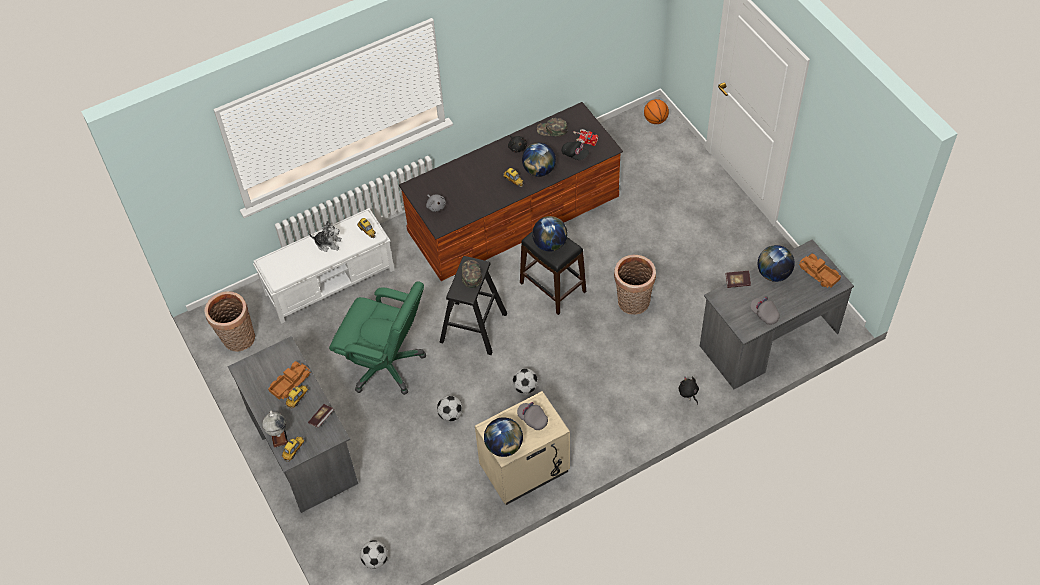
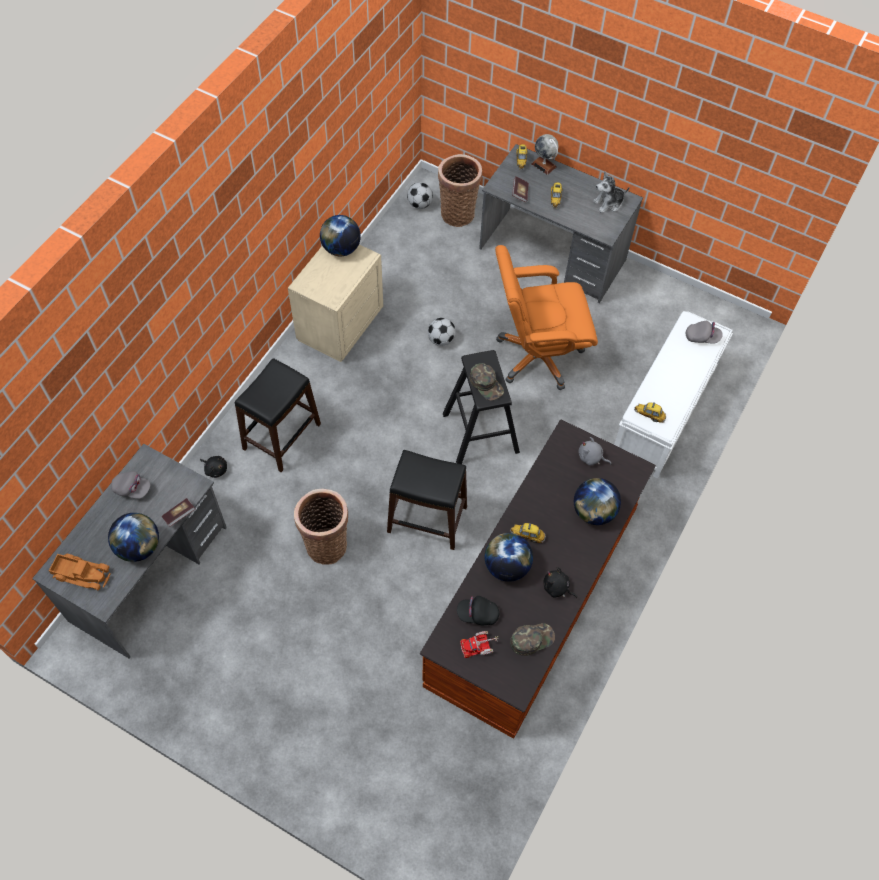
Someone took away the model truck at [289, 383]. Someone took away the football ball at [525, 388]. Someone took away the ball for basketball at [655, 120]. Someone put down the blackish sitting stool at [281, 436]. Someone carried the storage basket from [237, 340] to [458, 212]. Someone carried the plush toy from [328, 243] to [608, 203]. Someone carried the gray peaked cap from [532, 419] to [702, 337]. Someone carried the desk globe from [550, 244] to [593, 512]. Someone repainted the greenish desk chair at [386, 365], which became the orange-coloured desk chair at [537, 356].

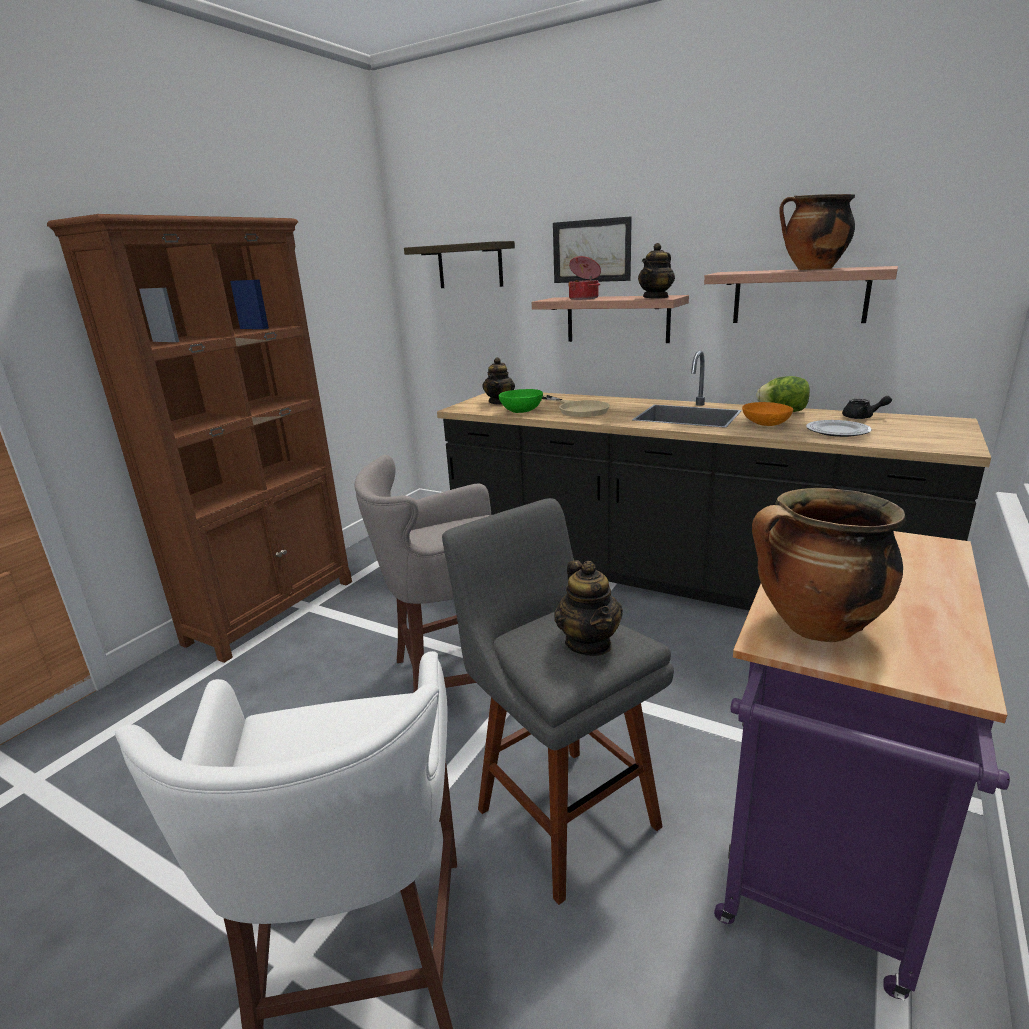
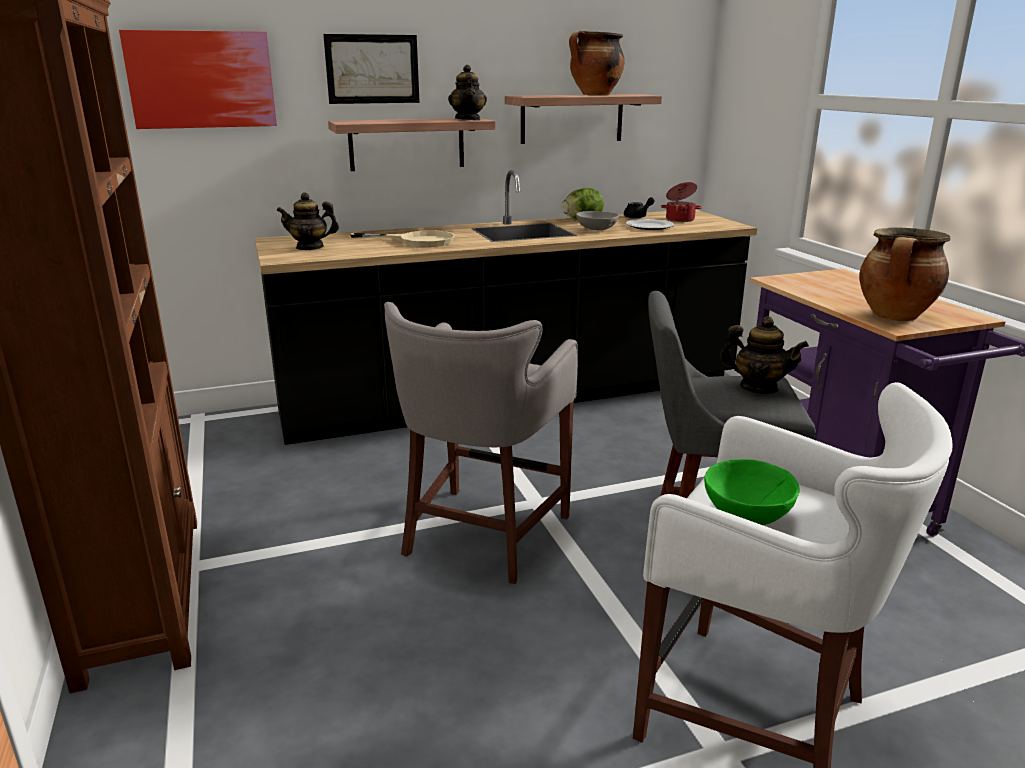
Someone carried the greenish deep dish from [522, 411] to [747, 515]. Someone carried the cooking pot from [584, 298] to [680, 219]. Someone swapped the bracket shelf at [470, 266] for the picture at [201, 80]. Someone repainted the orange-coloured deep dish at [766, 424], which became the gray deep dish at [596, 229]. Someone rotated the teapot at [500, 402] by 120 degrees clockwise.

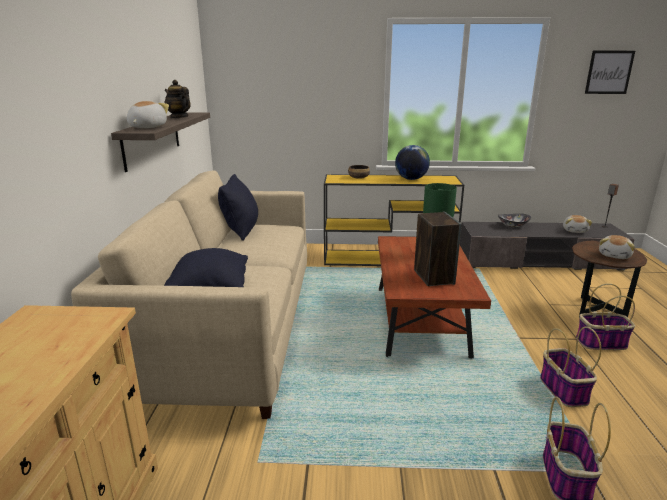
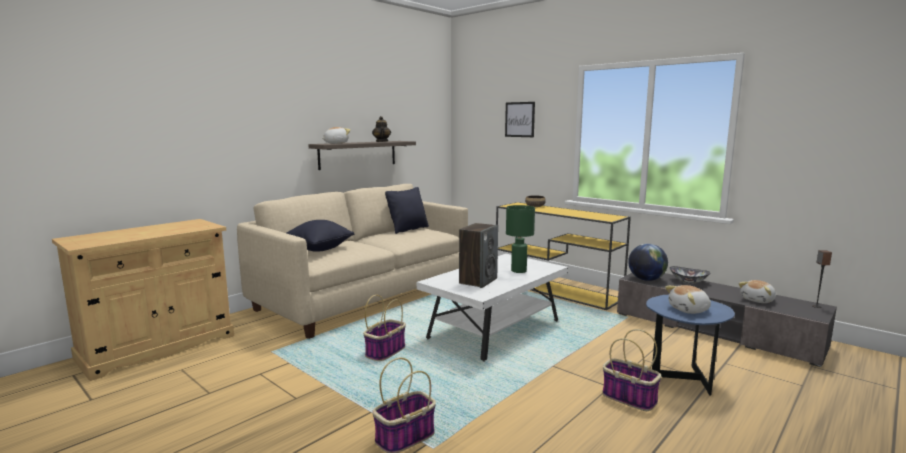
Someone carried the desk globe from [411, 179] to [646, 279]. Someone carried the storage basket from [562, 389] to [385, 351]. Someone carried the picture from [609, 72] to [519, 119]. Someone repainted the brownish lounge table at [420, 321], which became the whitish lounge table at [495, 330]. Someone repainted the brownish end table at [595, 311], which became the bluish end table at [682, 379].

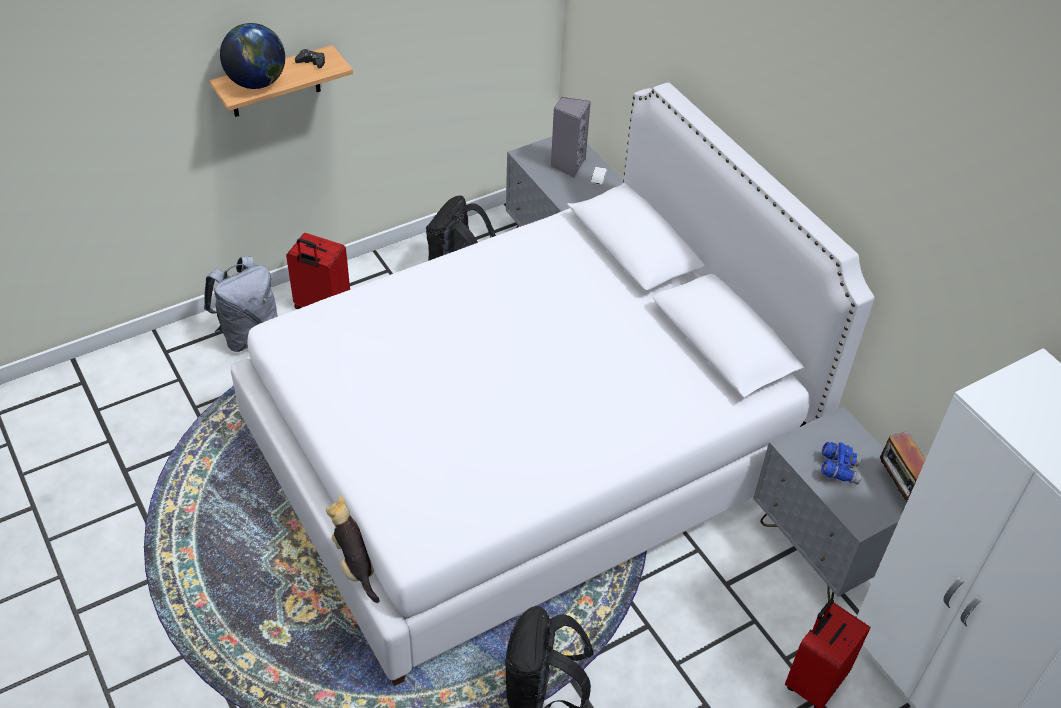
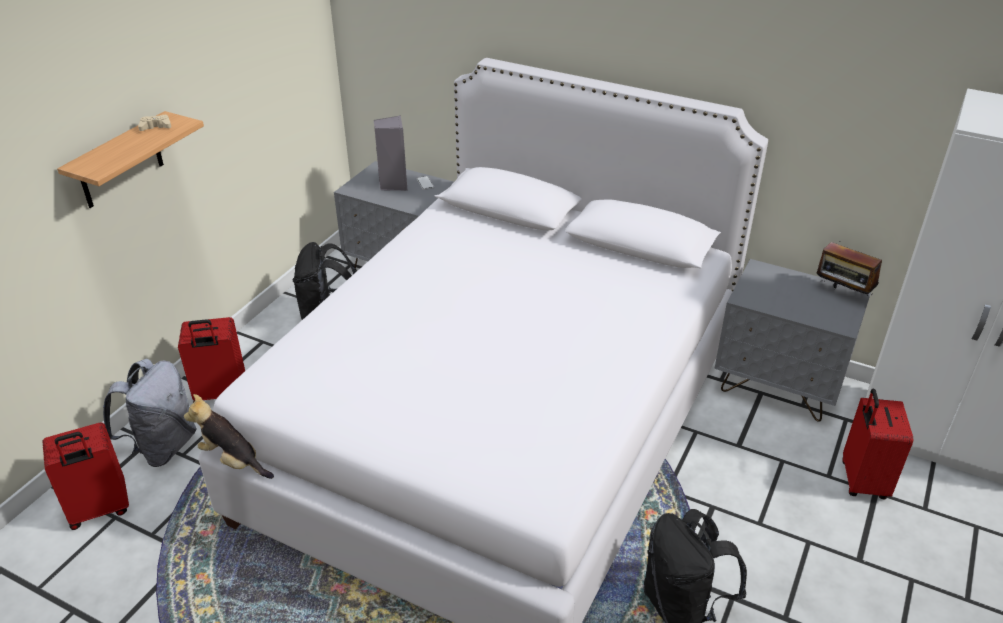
Someone took away the desk globe at [257, 83]. Someone took away the bluish binoculars at [838, 469]. Someone put down the reddish travel case at [99, 510]. Someone carried the plush toy from [356, 565] to [233, 460]. Someone repainted the blackish game controller at [311, 62], which became the beige-coloured game controller at [156, 127].

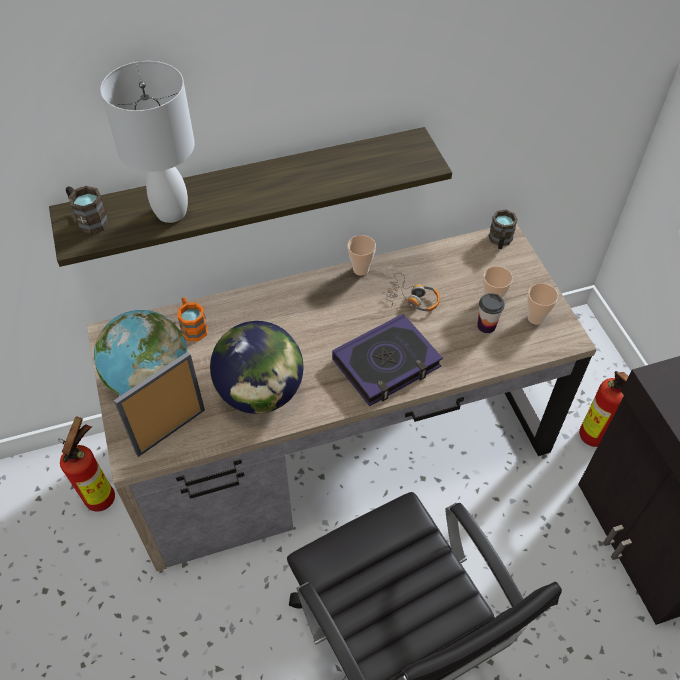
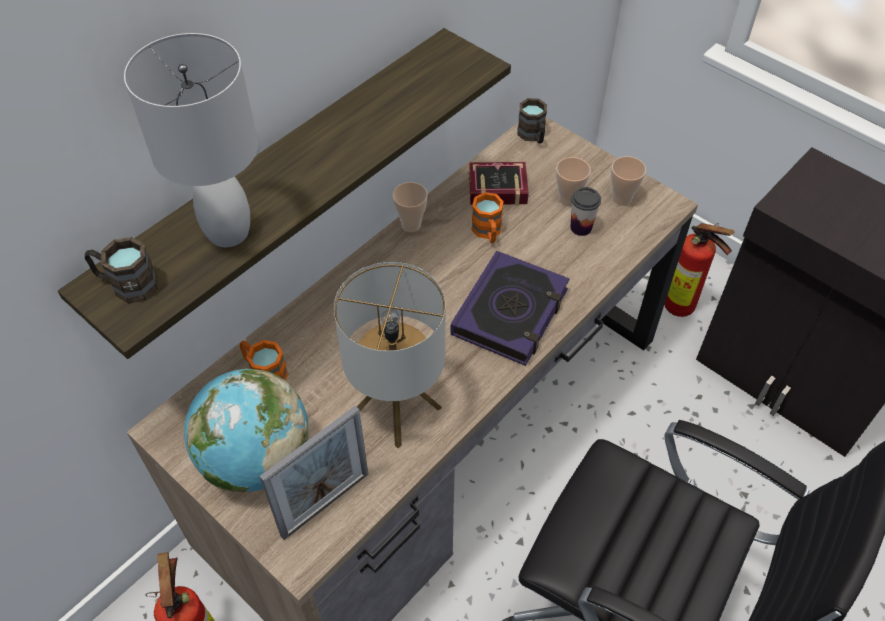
Someone put down the volume at [494, 187]. Someone swapped the desk globe at [260, 393] for the lamp for a table at [398, 409]. Someone swapped the headphones at [412, 299] for the orange-coloured mug at [488, 232]. Someone rotated the picture frame at [171, 431] by 150 degrees counterclockwise.

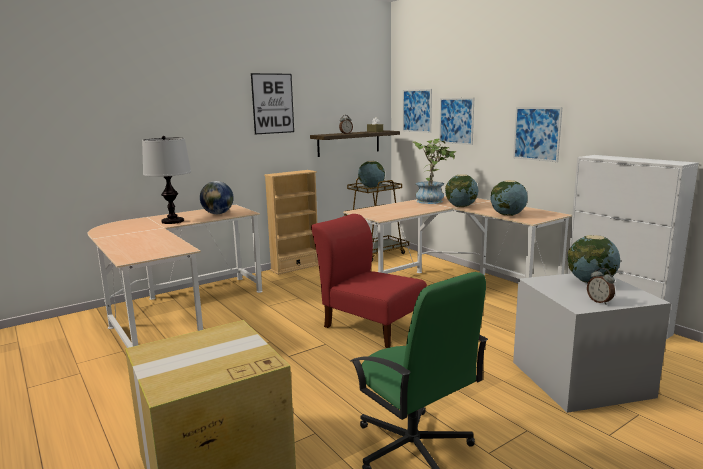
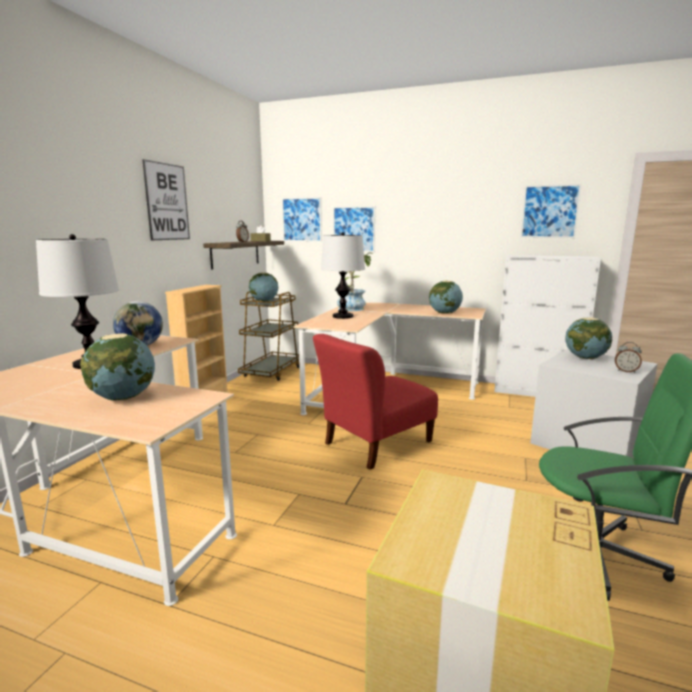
Someone put down the lamp for a table at [343, 316]. Someone carried the desk globe from [461, 206] to [123, 398]. Someone carried the picture from [536, 133] to [549, 211]. Someone rotated the reddish plain chair at [370, 326] by 45 degrees counterclockwise.

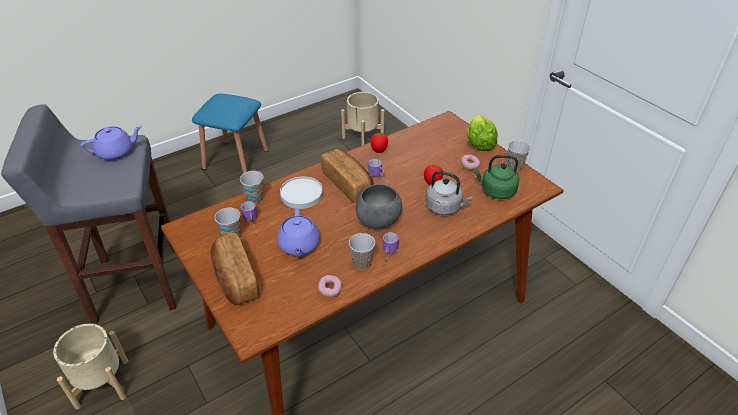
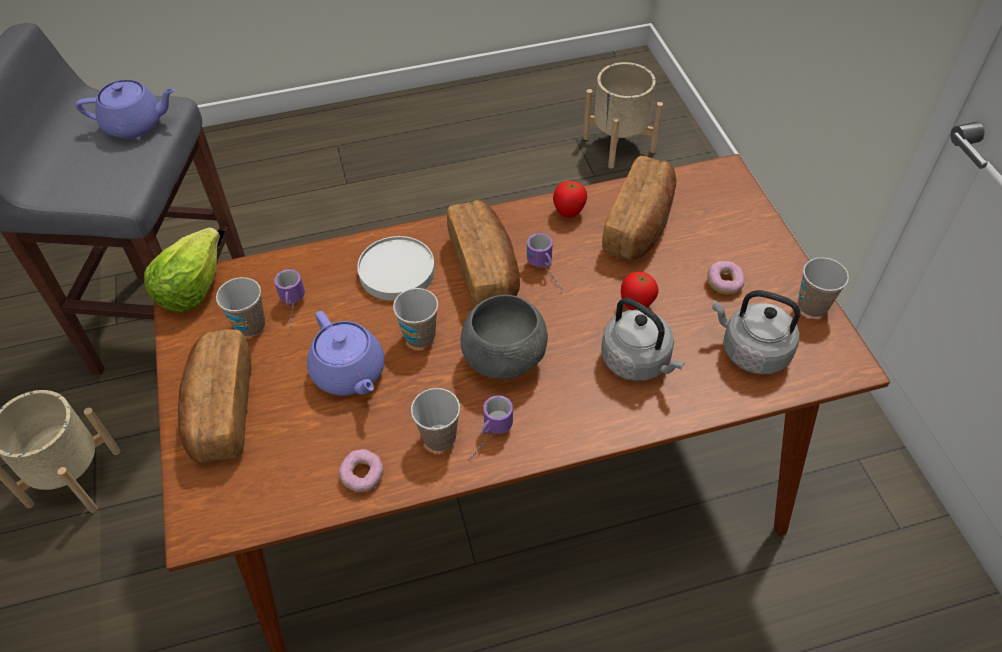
Someone took away the bluish sitting stool at [236, 159]. Someone put down the baked bread at [640, 225]. Someone carried the drinking cup from [255, 198] to [420, 337]. Someone carried the lettuce from [479, 142] to [191, 286]. Someone repainted the greenish kettle at [496, 191], which became the gray kettle at [751, 351]. Someone rotated the purple teapot at [299, 246] by 45 degrees counterclockwise.

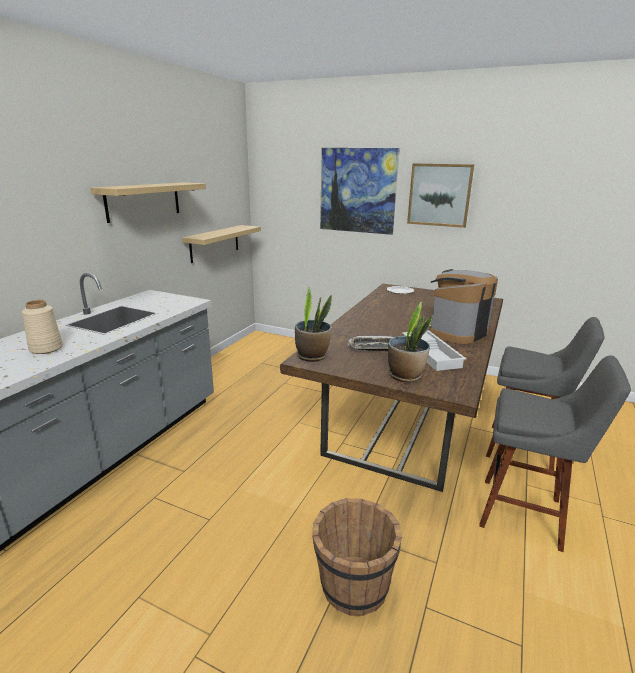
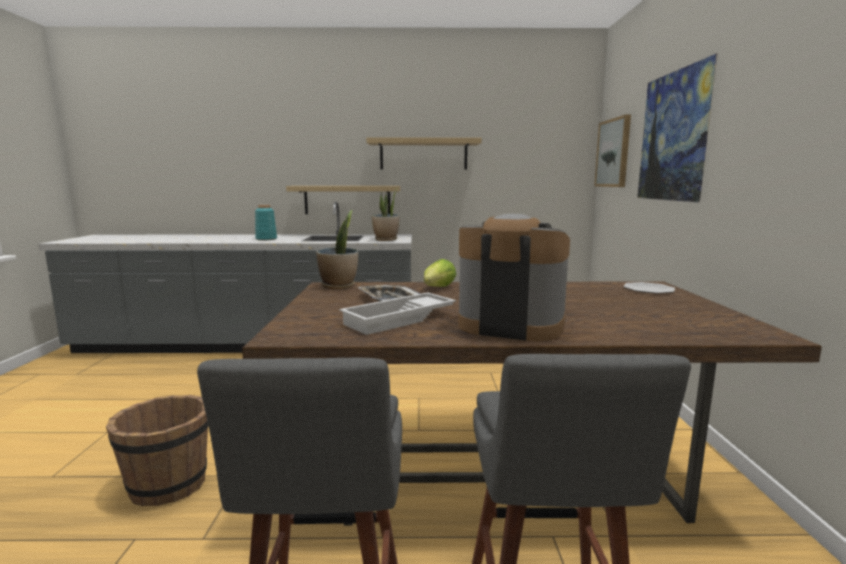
Someone put down the lettuce at [438, 288]. Someone carried the bracket shelf from [215, 243] to [347, 200]. Someone carried the plant in a pot from [405, 376] to [386, 240]. Someone carried the picture from [439, 195] to [613, 153]. Someone repainted the beige-coloured flower vase at [45, 349], which became the turquoise flower vase at [266, 239].

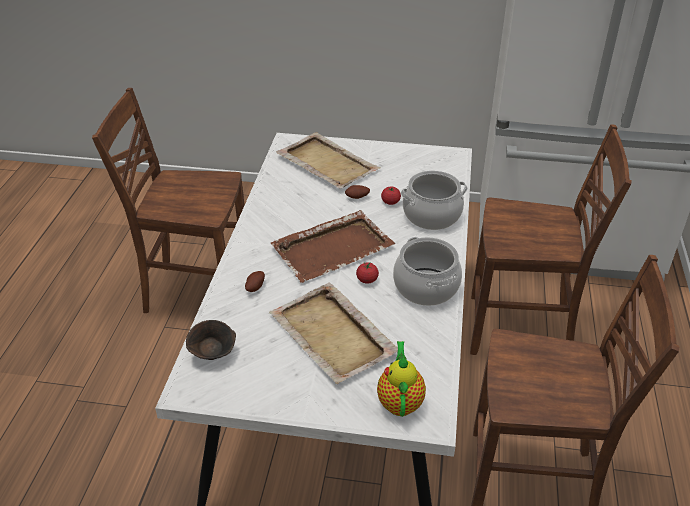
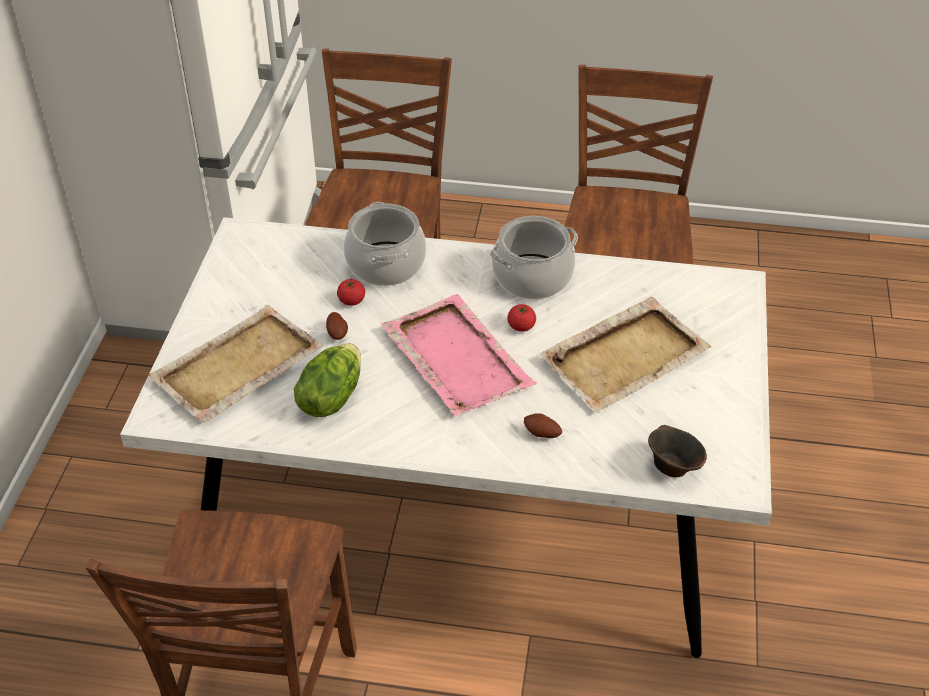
Someone took away the teapot at [400, 401]. Someone put down the lettuce at [330, 397]. Someone repainted the brownish tray at [333, 248], which became the pink tray at [456, 357].

